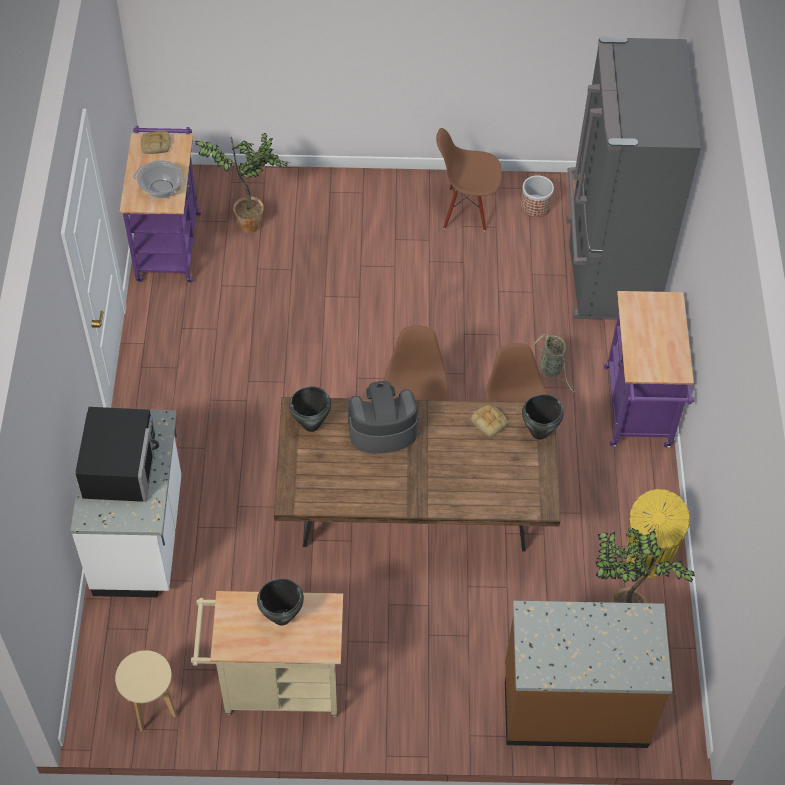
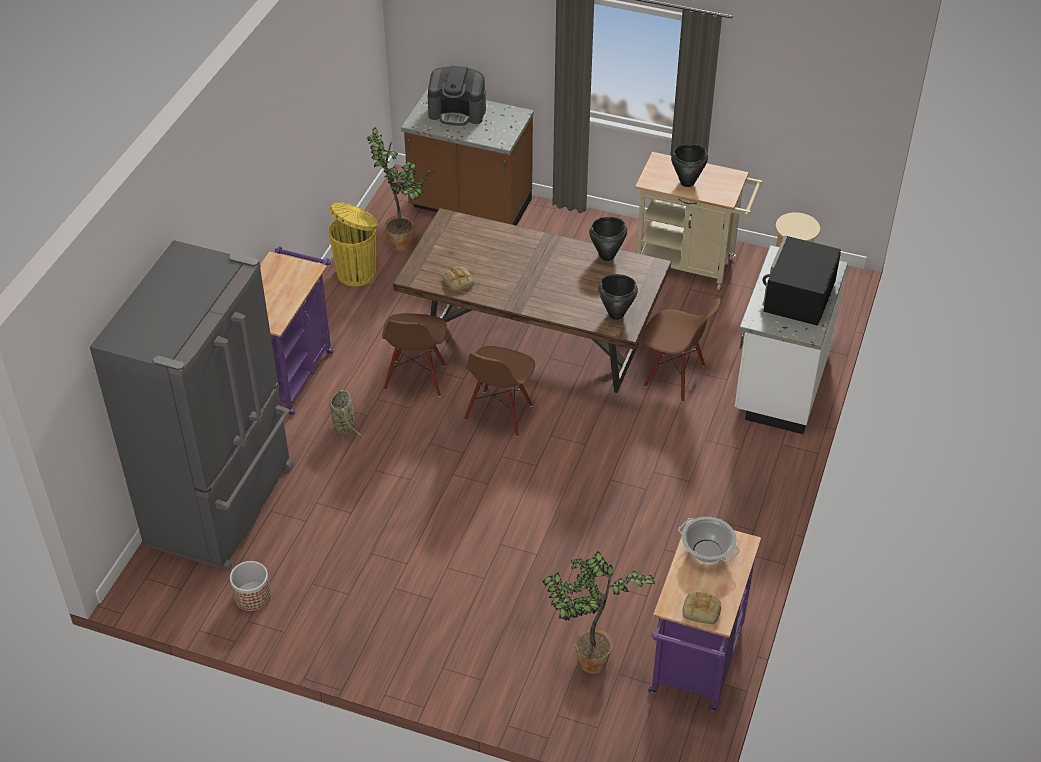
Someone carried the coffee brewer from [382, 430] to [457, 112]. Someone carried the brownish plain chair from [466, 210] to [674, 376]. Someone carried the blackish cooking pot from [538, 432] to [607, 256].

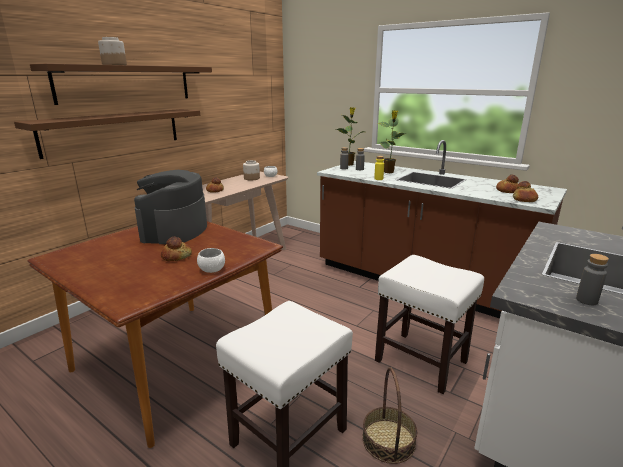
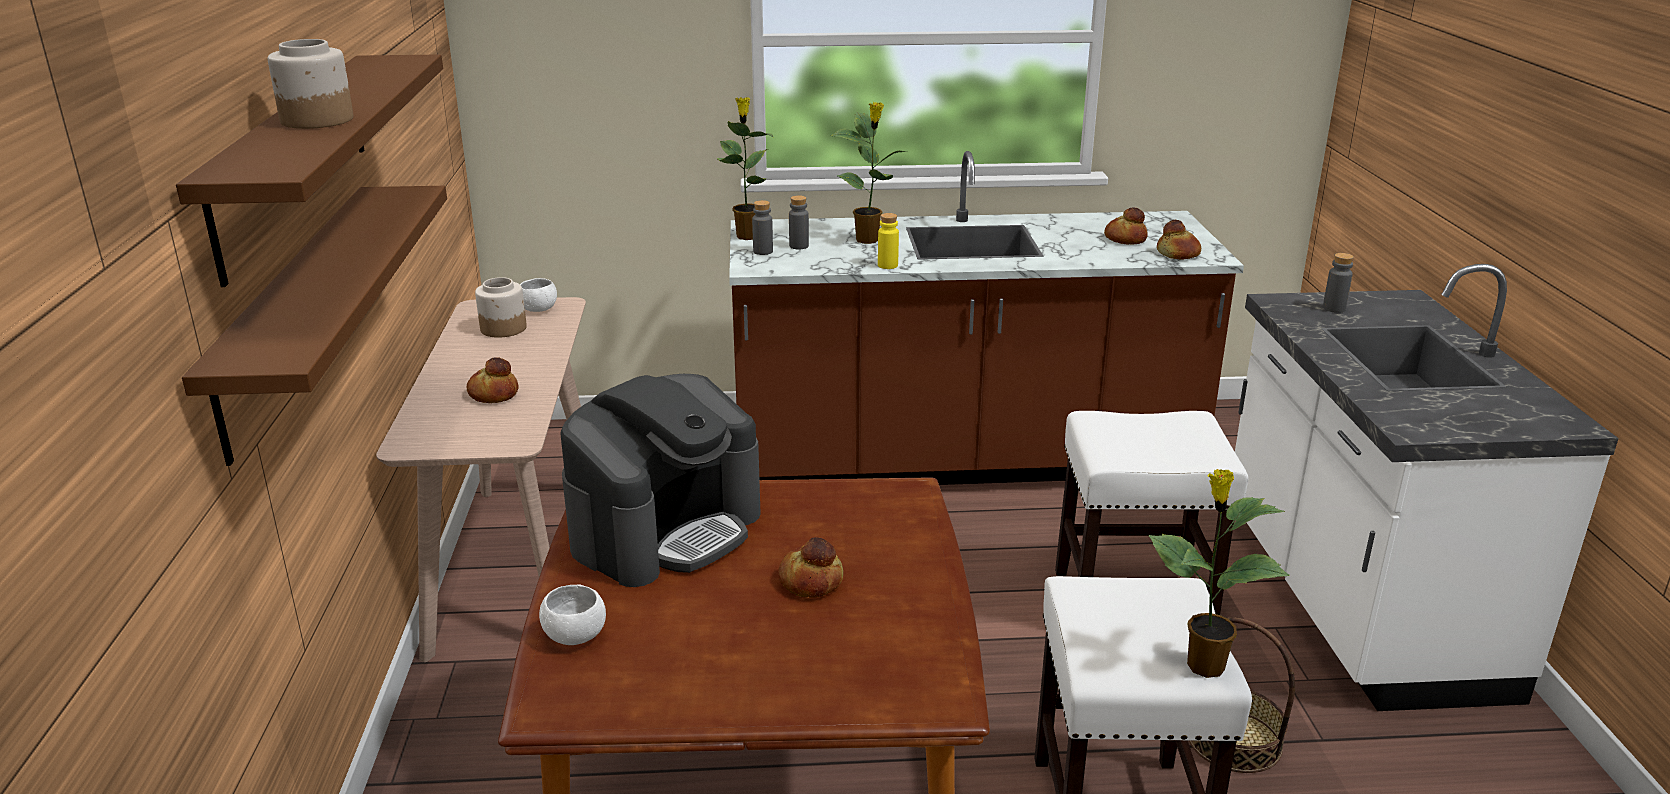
Someone put down the plant in a pot at [1203, 666]. Someone carried the whitish deep dish from [212, 270] to [575, 636]. Someone carried the gray beverage bottle from [586, 300] to [1334, 308]. Someone rotated the coffee brewer at [174, 230] by 105 degrees counterclockwise.

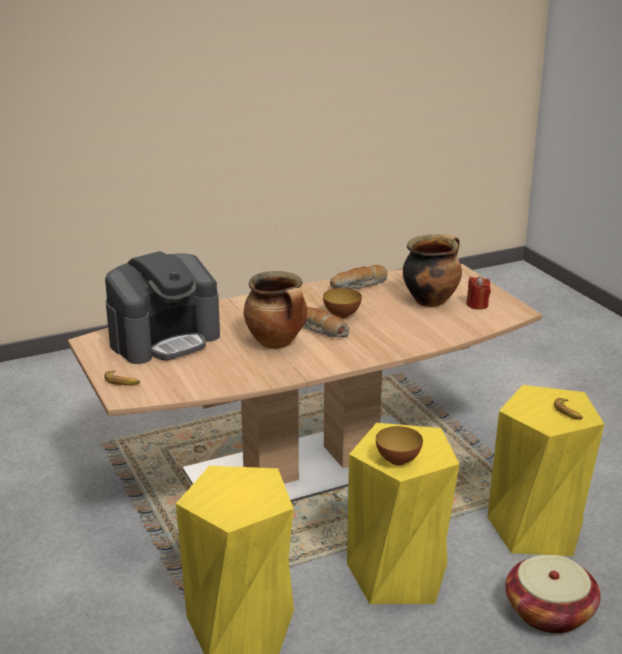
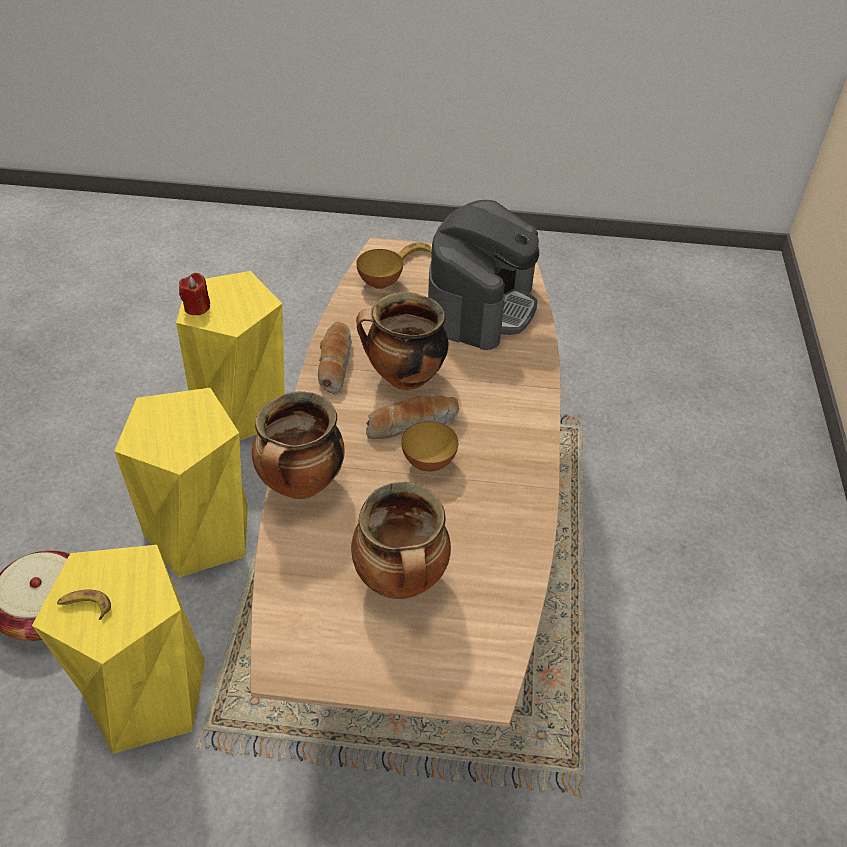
Someone put down the cooking pot at [301, 485]. Someone carried the baked bread from [359, 285] to [334, 364]. Someone carried the deep dish from [398, 461] to [380, 284]. Someone carried the reddish candle from [477, 305] to [197, 307]. Someone rotated the coffee brewer at [165, 339] by 150 degrees counterclockwise.

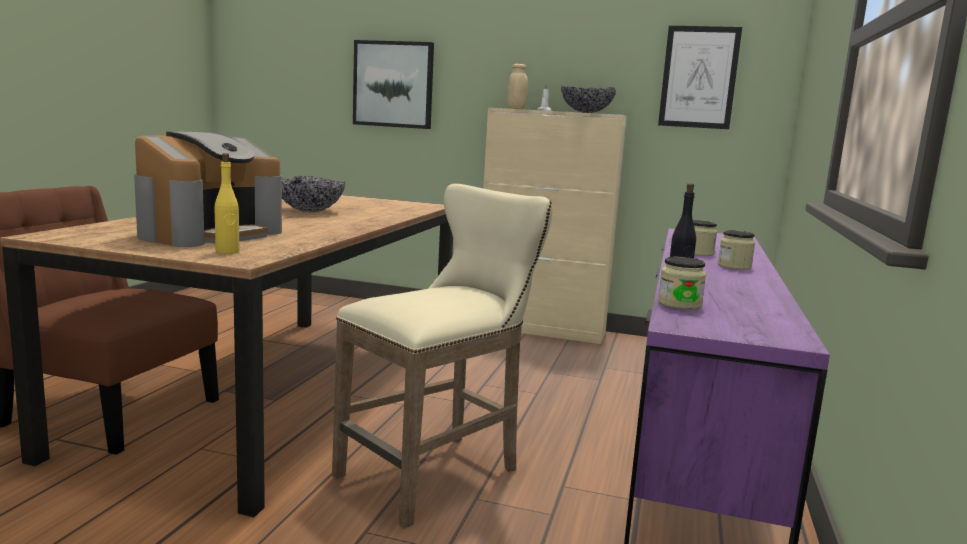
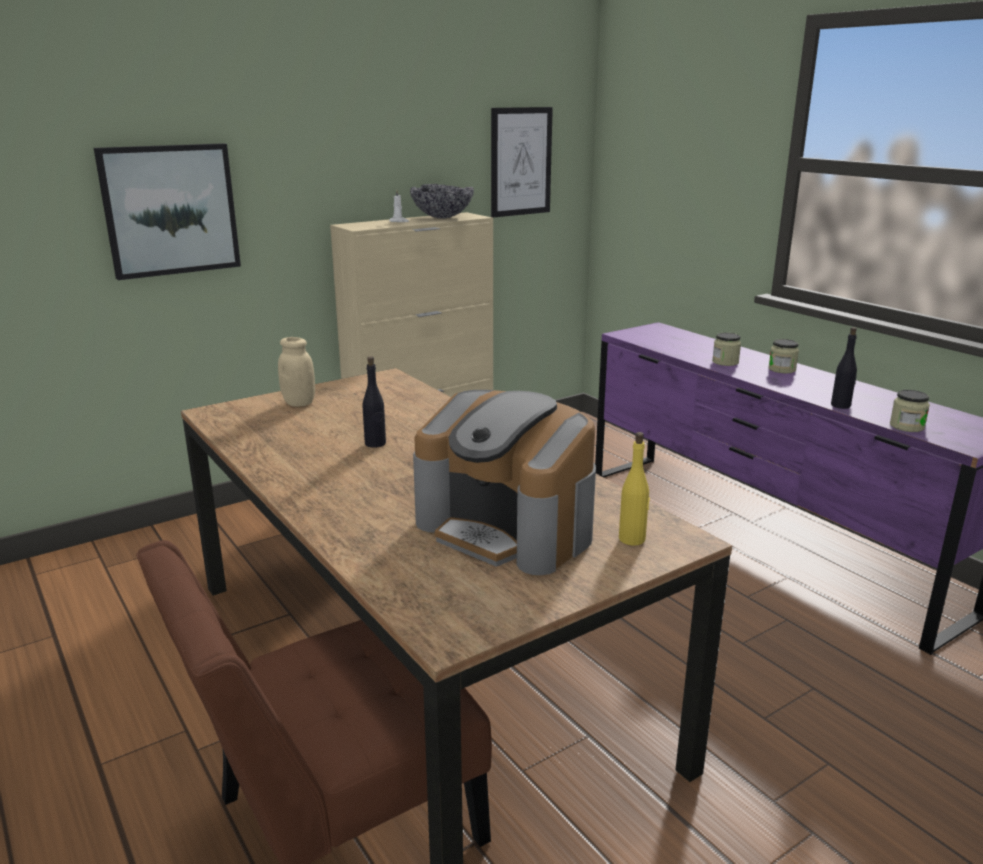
Someone took away the beige-coloured sitting stool at [439, 472]. Someone carried the beige-coloured storage jar from [516, 109] to [299, 403]. Someone swapped the deep dish at [310, 211] for the blackish beverage bottle at [375, 444]. Someone rotated the coffee brewer at [210, 234] by 150 degrees clockwise.

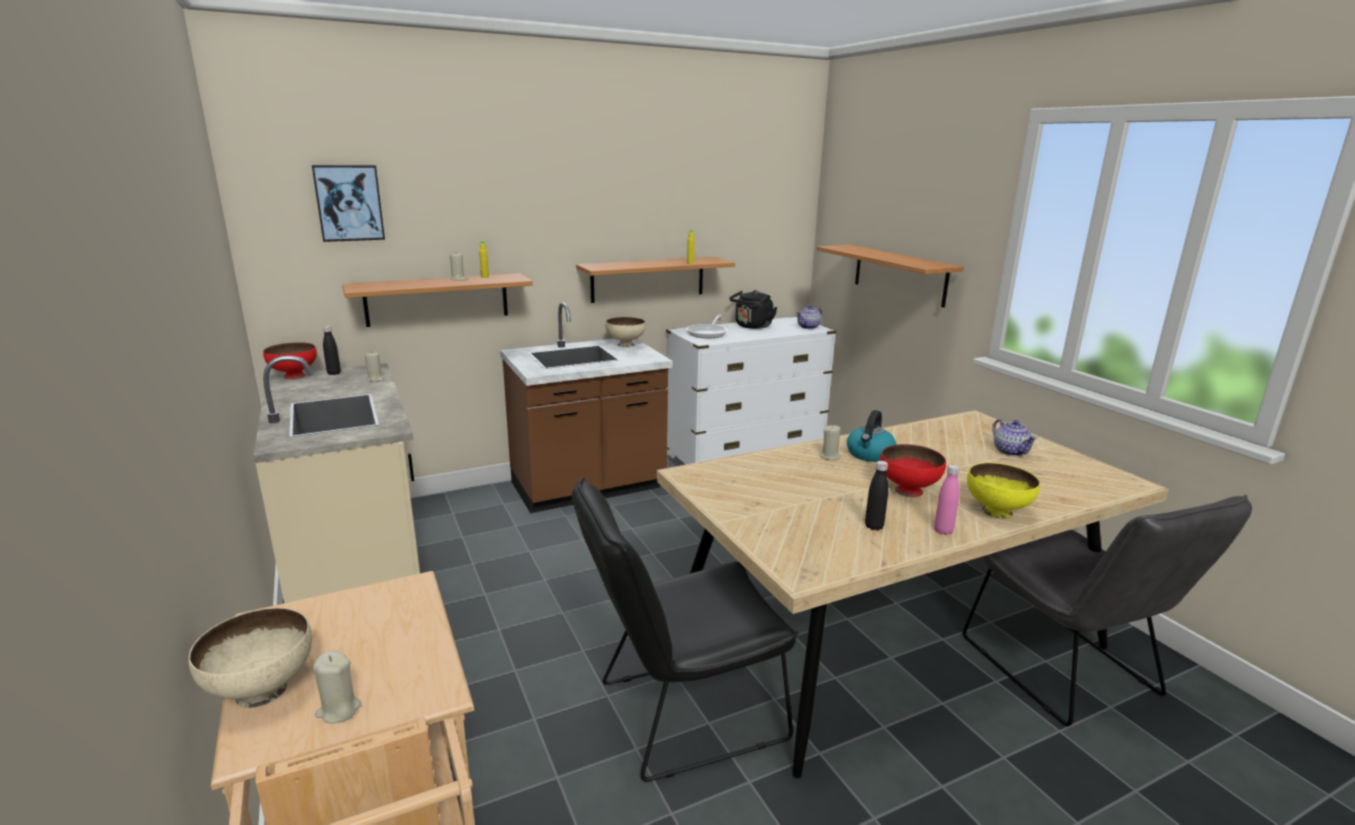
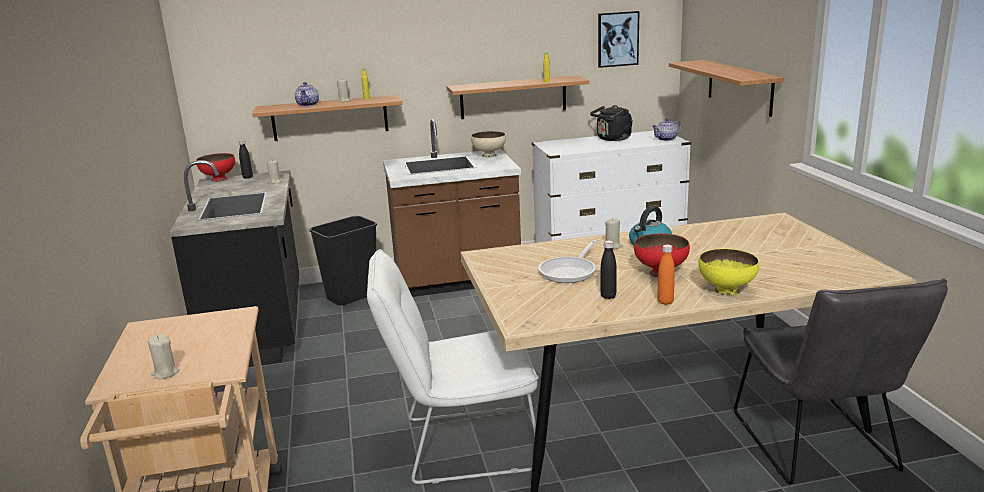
Someone took away the beige-coloured deep dish at [262, 692]. Someone put down the blackish trash can at [352, 296]. Someone carried the picture from [349, 203] to [617, 39]. Someone carried the skillet from [708, 333] to [570, 271]. Someone carried the teapot from [1010, 451] to [308, 105]. Someone repainted the beige-coloured kitchen counter at [357, 561], which became the blackish kitchen counter at [259, 325]. Someone repainted the blackish plain chair at [679, 714], which became the whitish plain chair at [460, 445]. Someone repainted the pink beverage bottle at [943, 531], which became the orange-coloured beverage bottle at [665, 302].

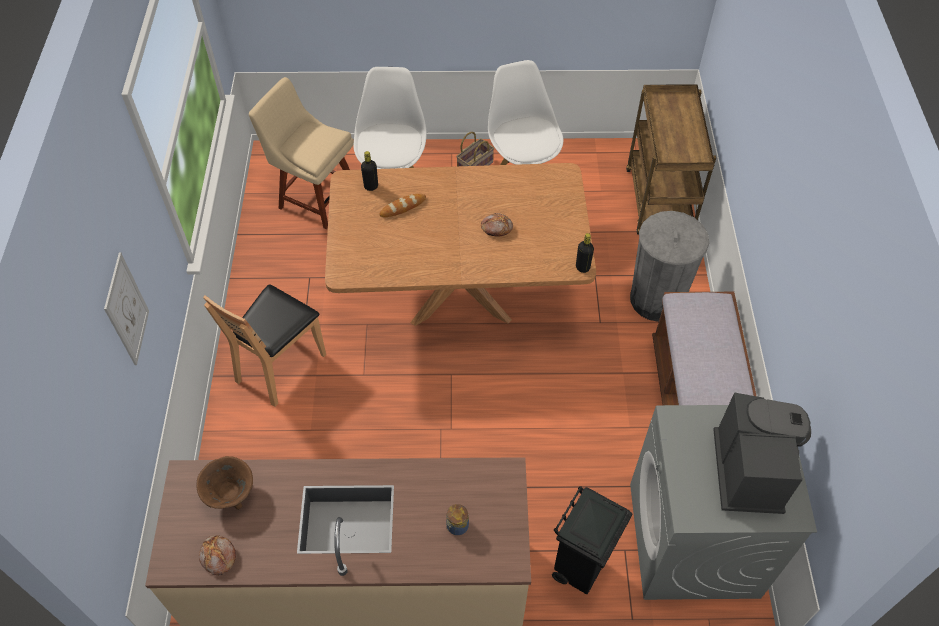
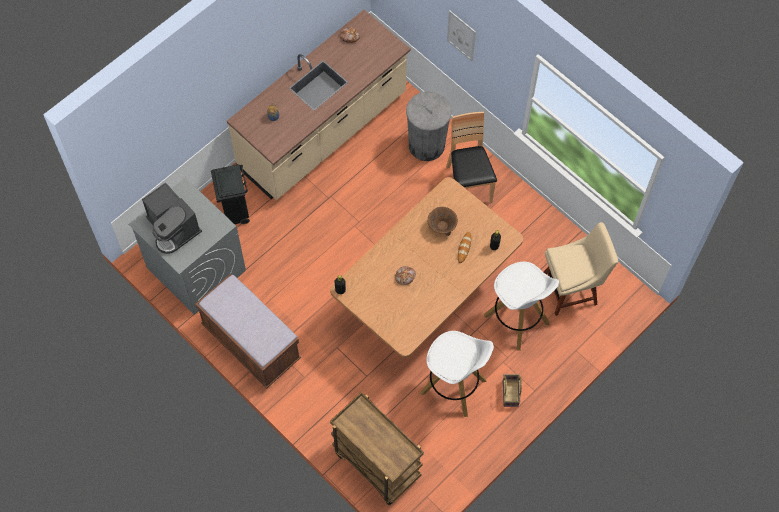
Someone carried the brownish deep dish from [230, 494] to [442, 226]. Someone carried the gray trash can from [656, 299] to [426, 145].

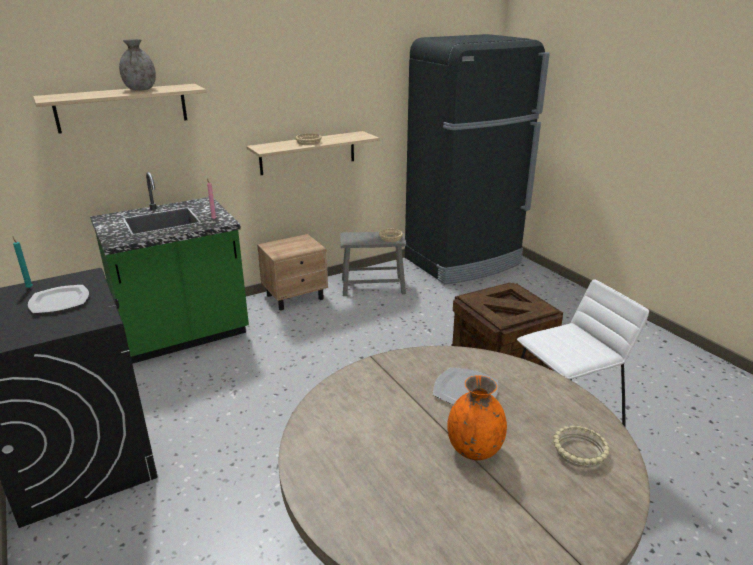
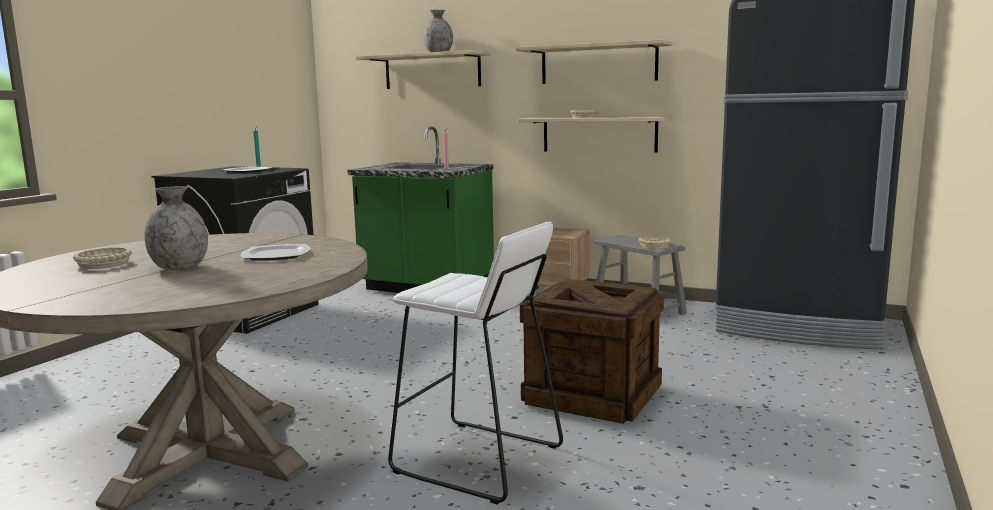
Someone put up the bracket shelf at [598, 64]. Someone carried the beige-coloured deep dish from [579, 452] to [103, 264]. Someone repainted the orange-coloured flower vase at [474, 449], which became the gray flower vase at [179, 267].

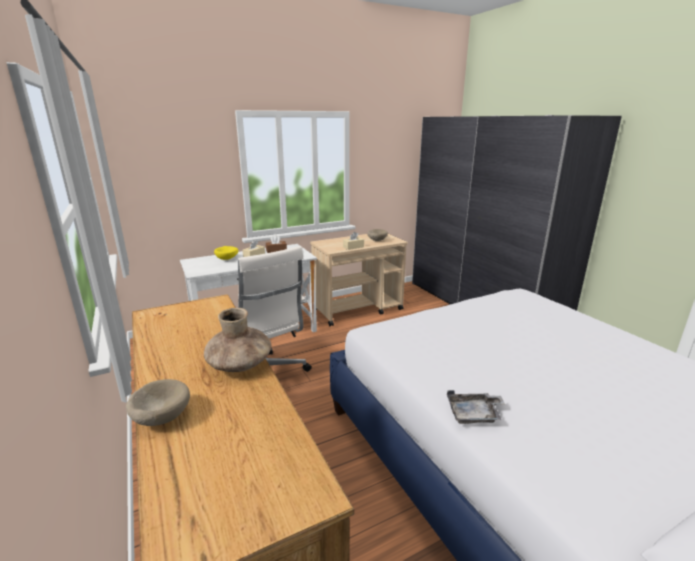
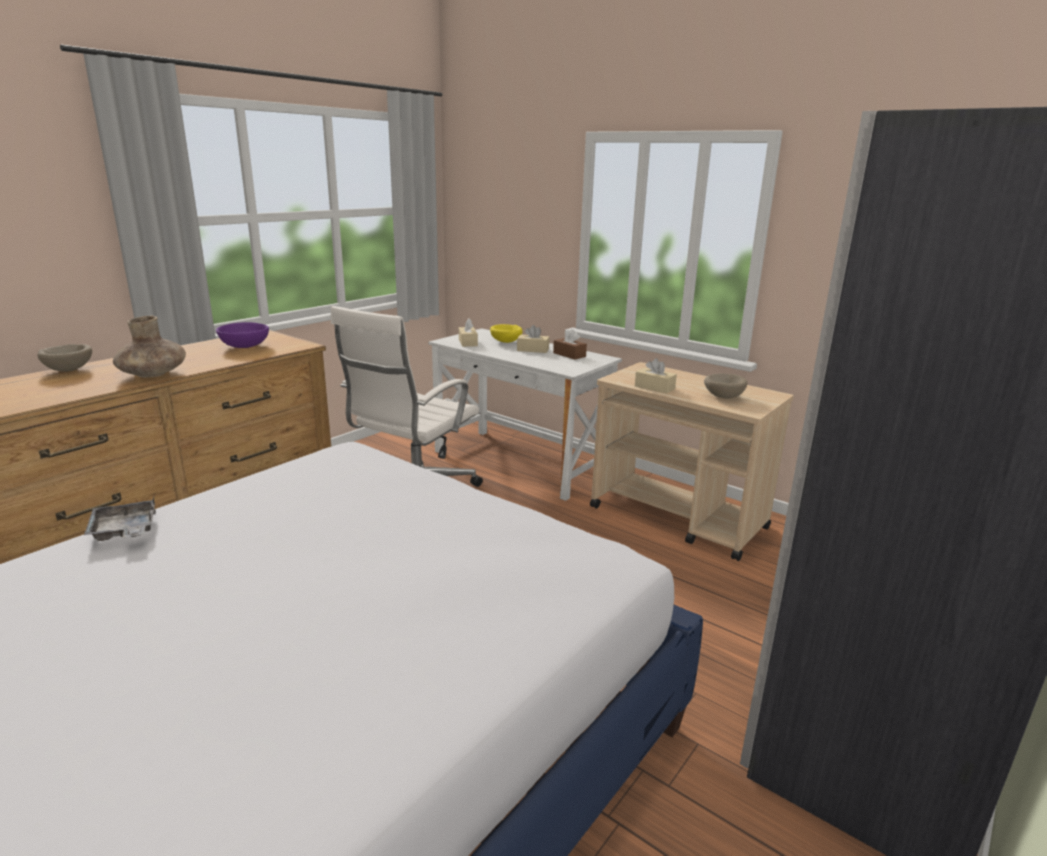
Someone put down the purple deep dish at [245, 346]. Someone put down the beige-coloured tissue box at [468, 342].

